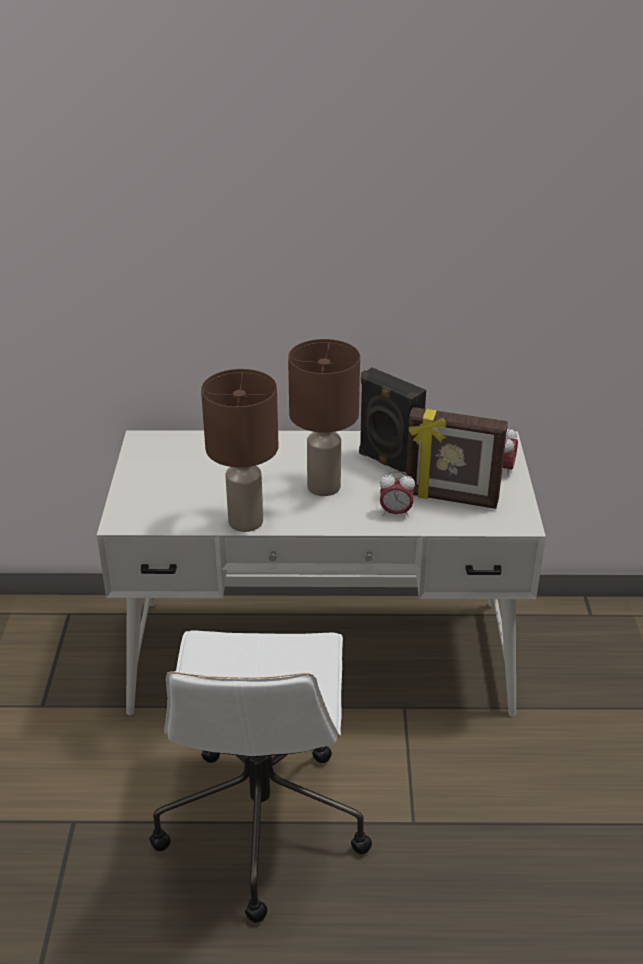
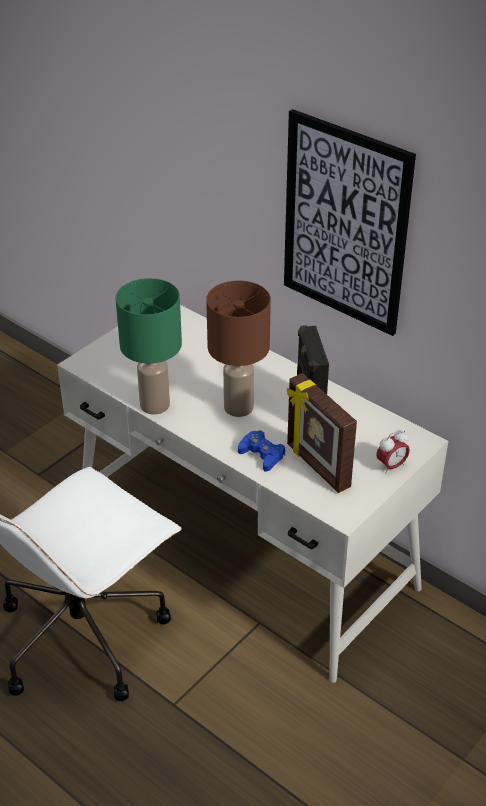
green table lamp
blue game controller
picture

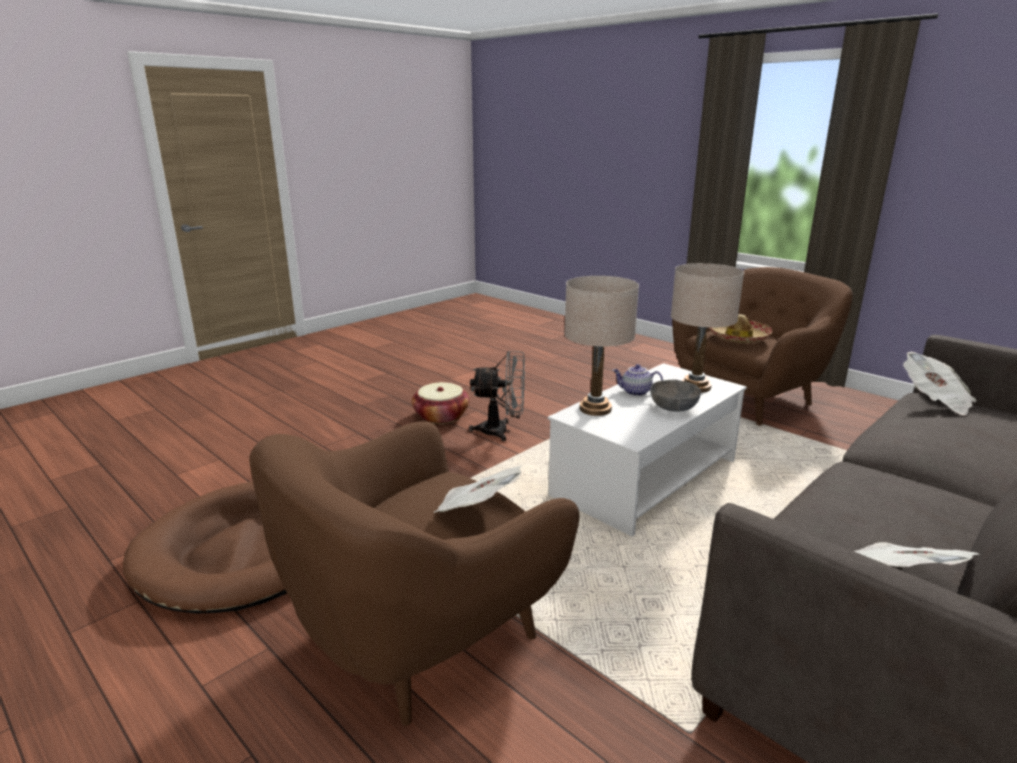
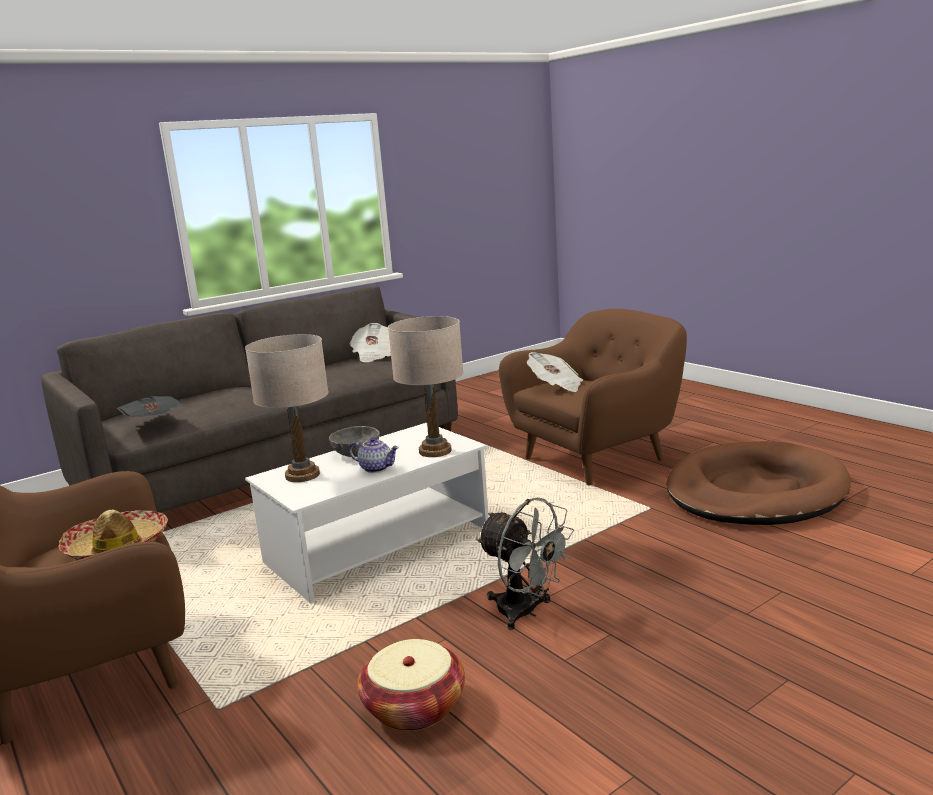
basket
grey fan

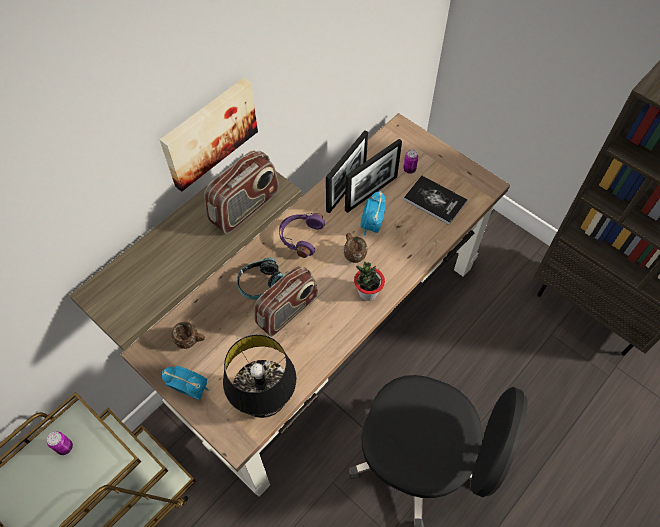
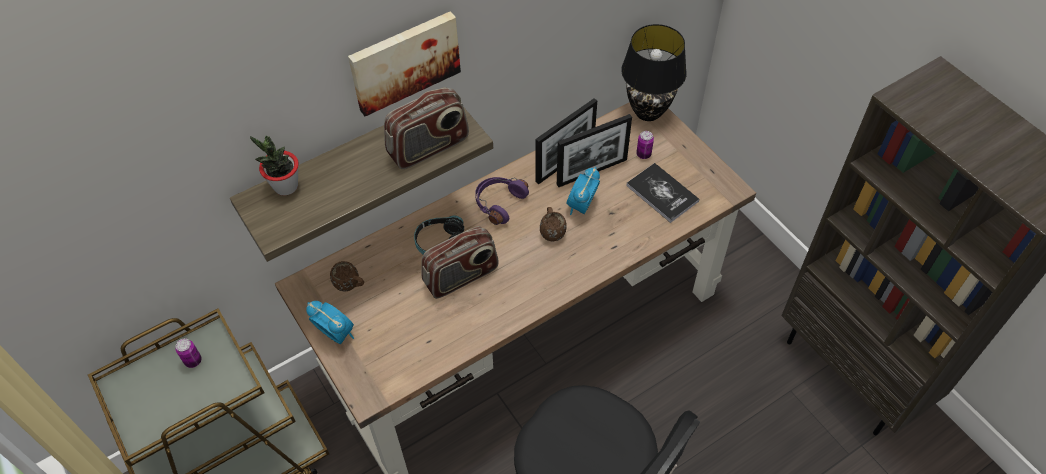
potted plant
black table lamp

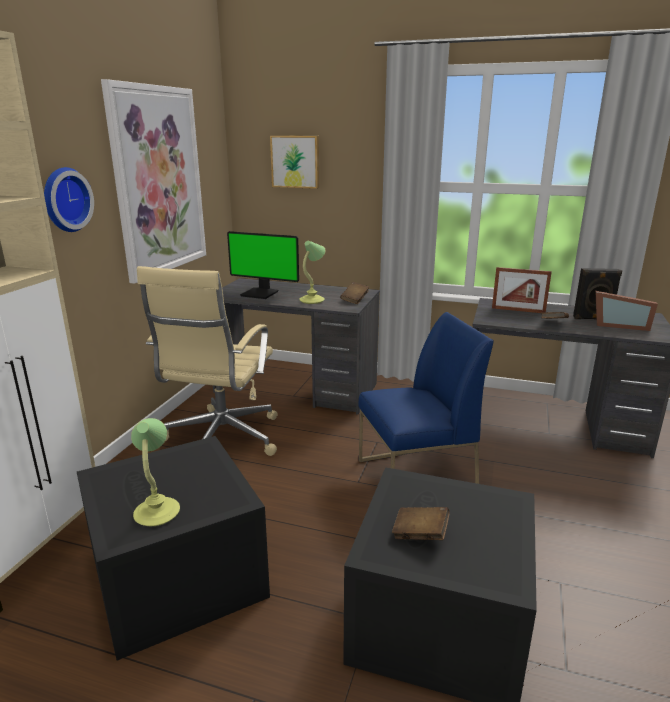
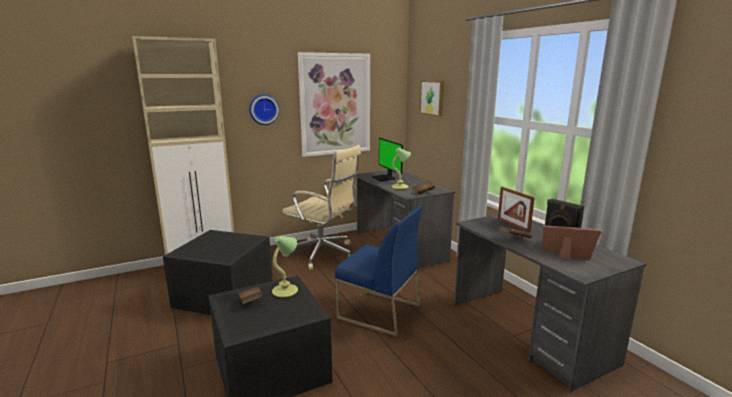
table lamp (no. 1 from left)
beige office chair
picture frame (no. 2 from left)

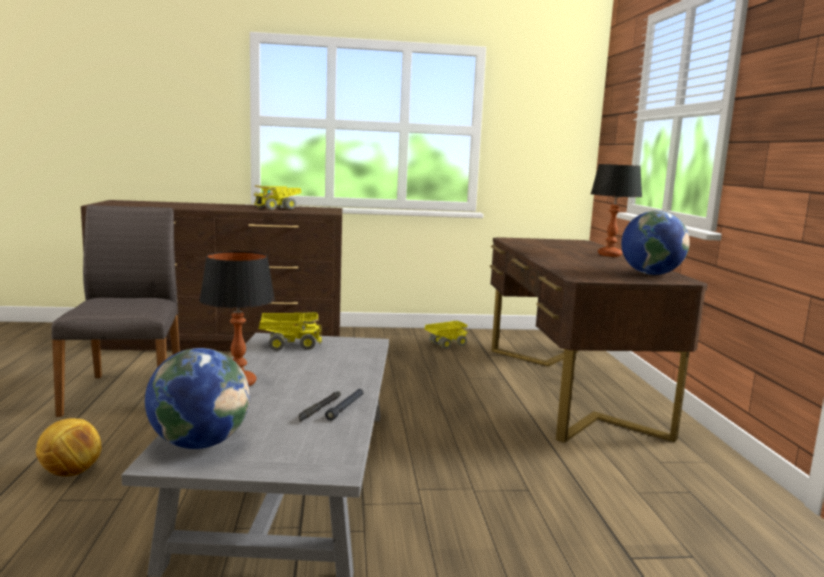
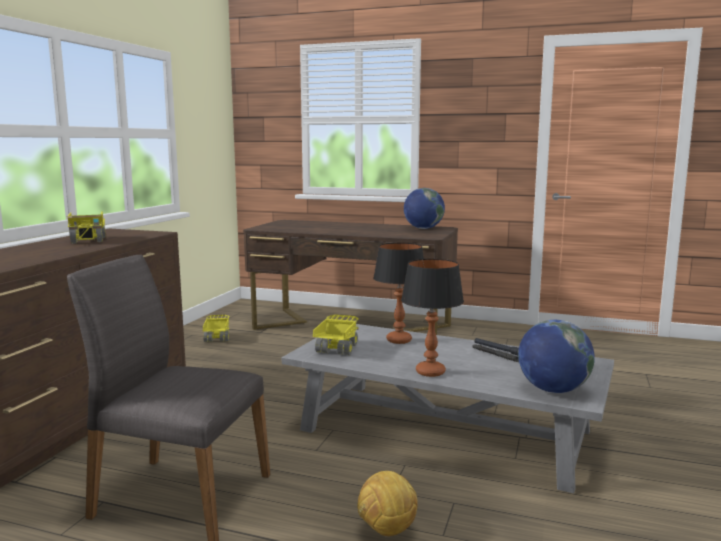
table lamp (no. 1 from left)

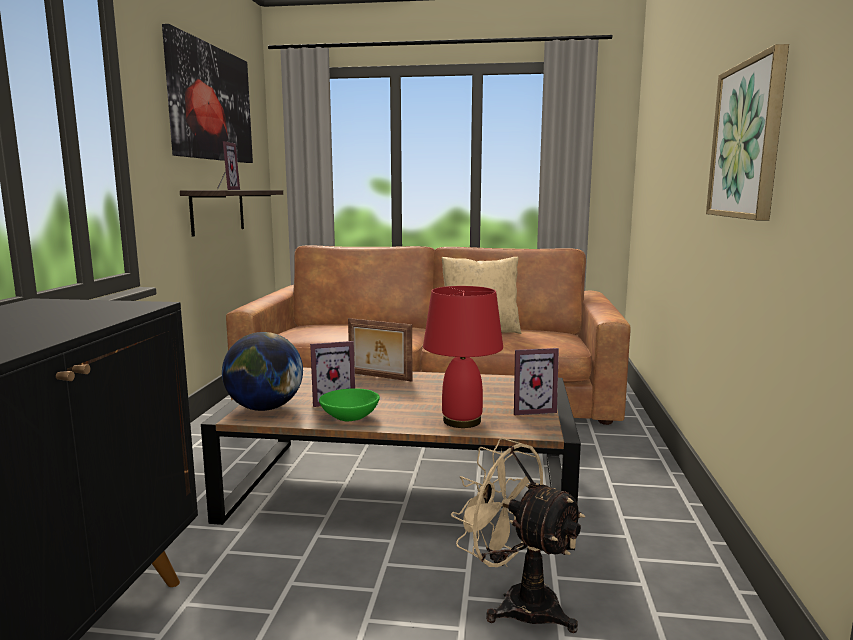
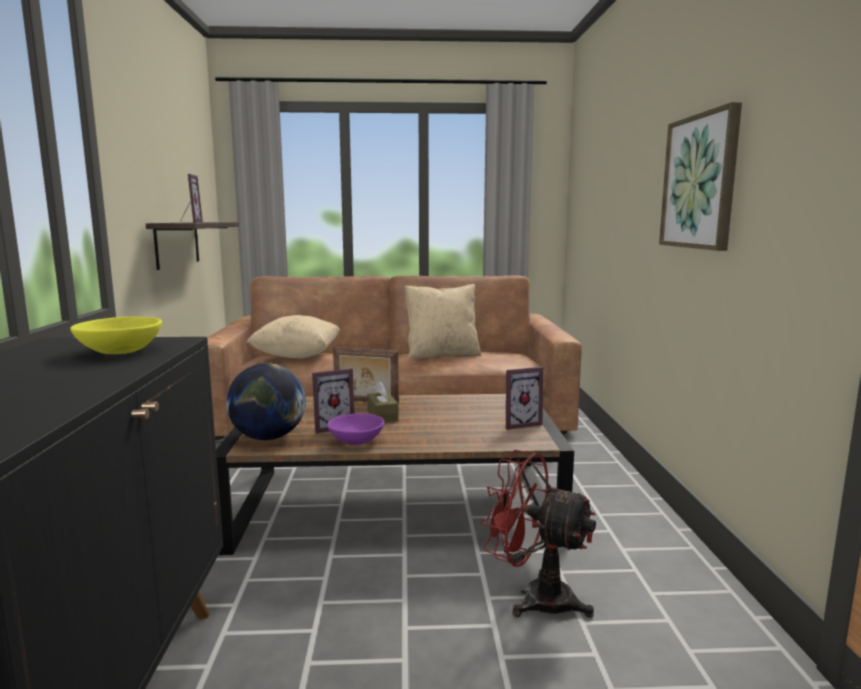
yellow bowl
beige pillow (no. 1 from left)
purple bowl
brown tissue box
red fan
picture (no. 1 from left in the first image)
red table lamp

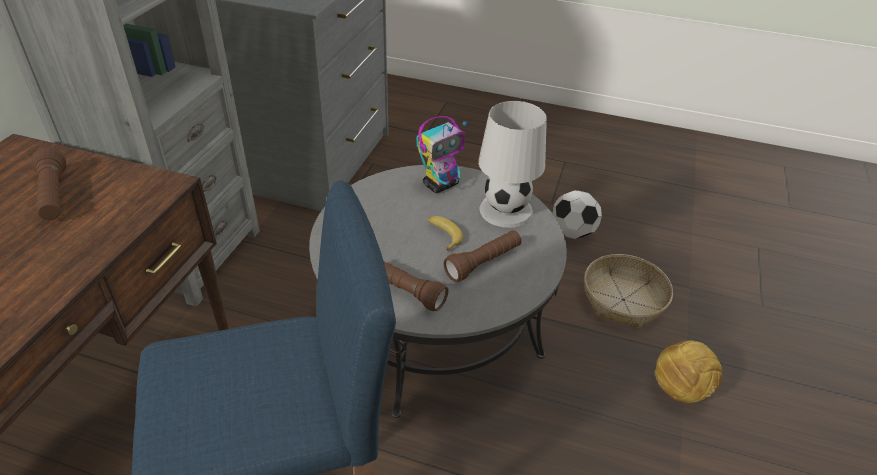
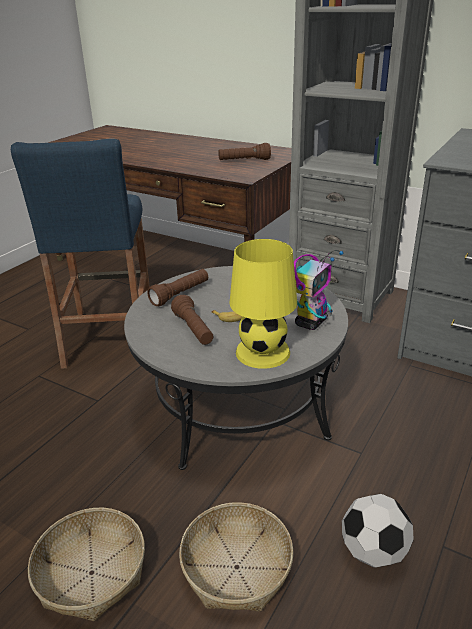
basket (no. 1 from left)
yellow table lamp
toy robot

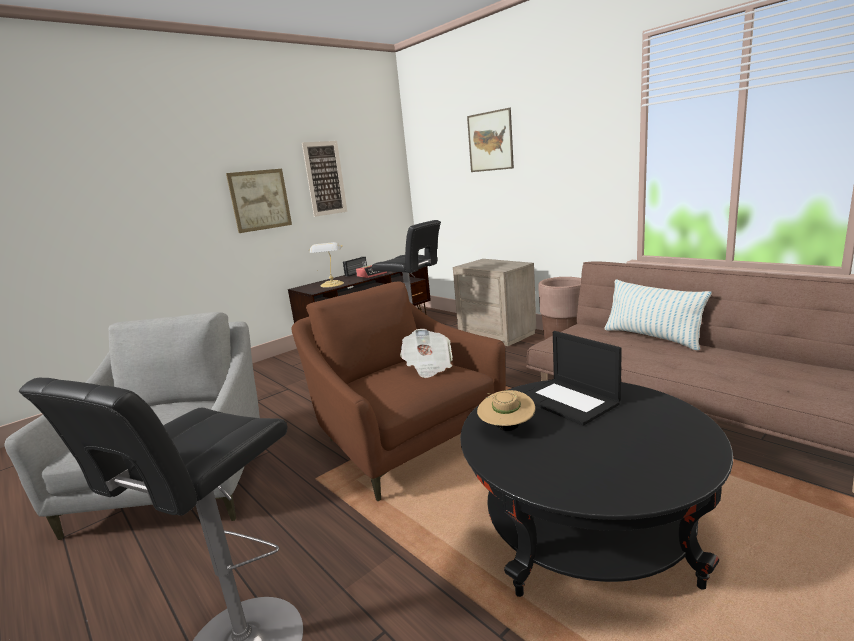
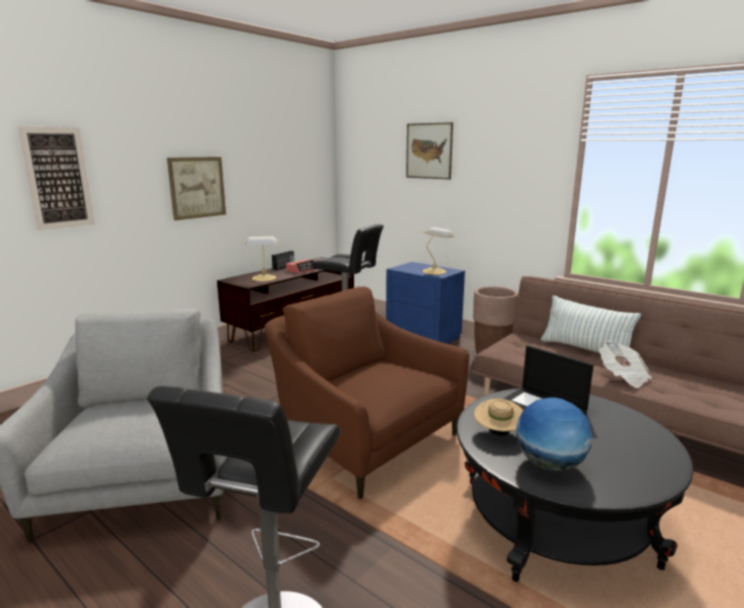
picture (no. 1 from left)
blue nightstand
table lamp (no. 2 from left)
globe
newspaper

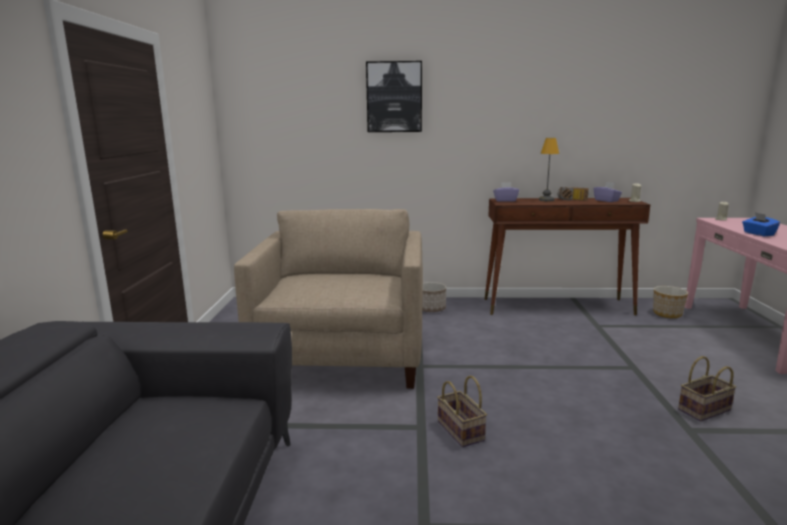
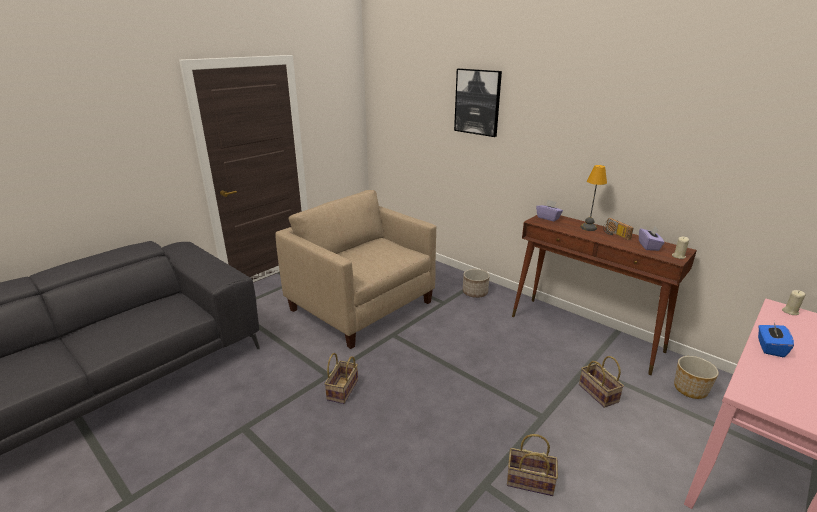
beige armchair
basket (no. 3 from left)

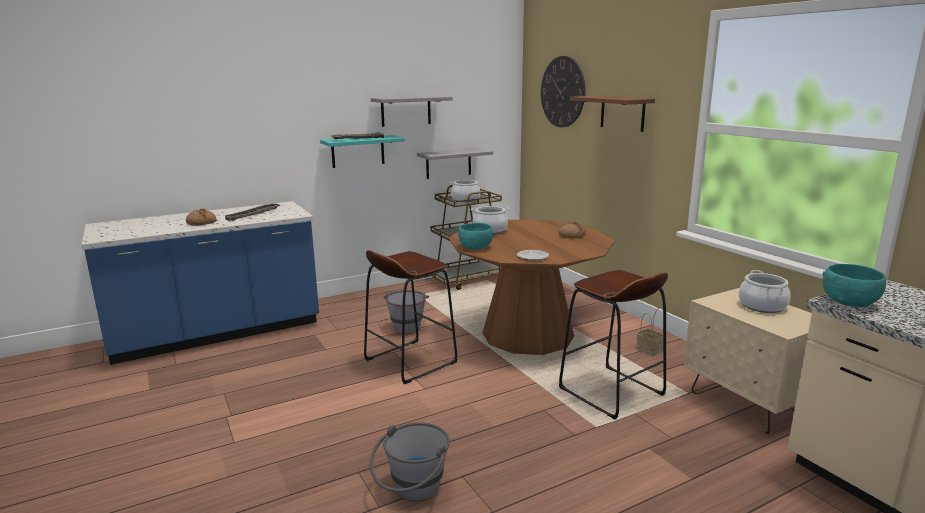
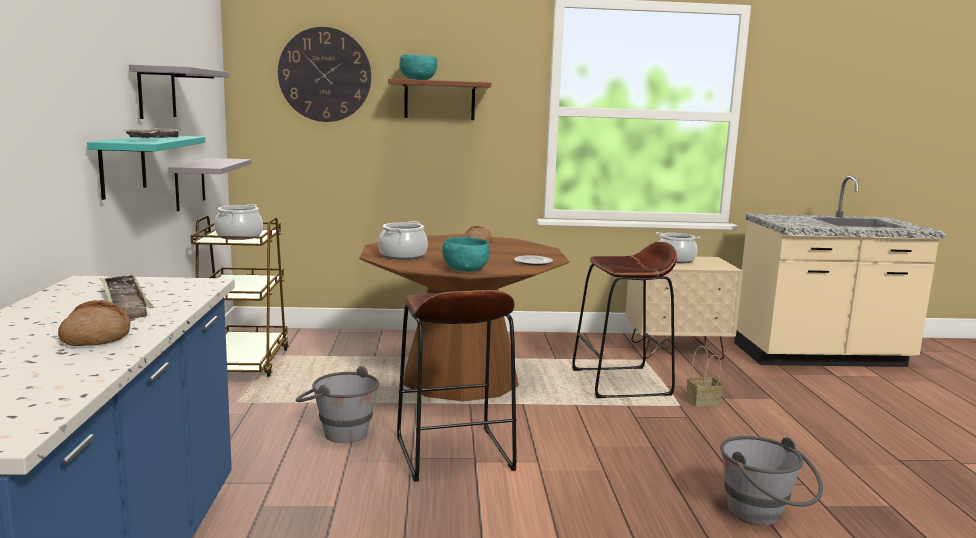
turquoise bowl (no. 1 from left)
basket

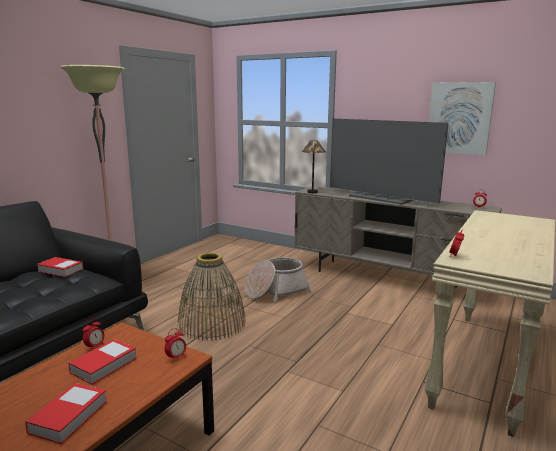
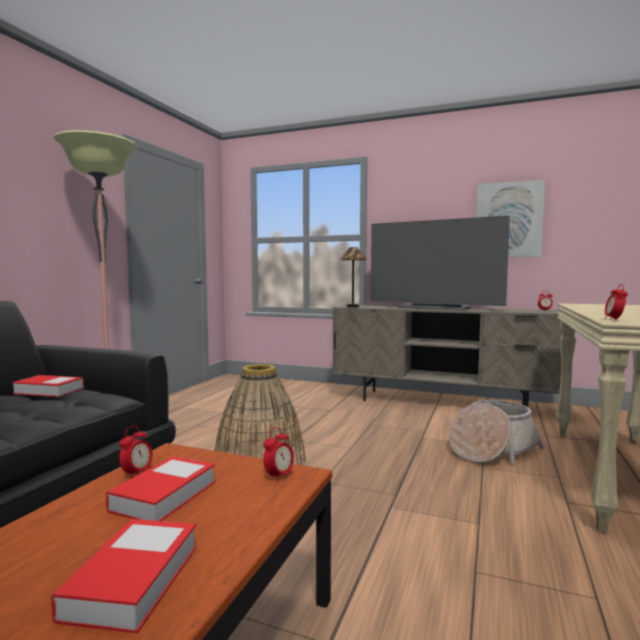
basket (no. 2 from left)

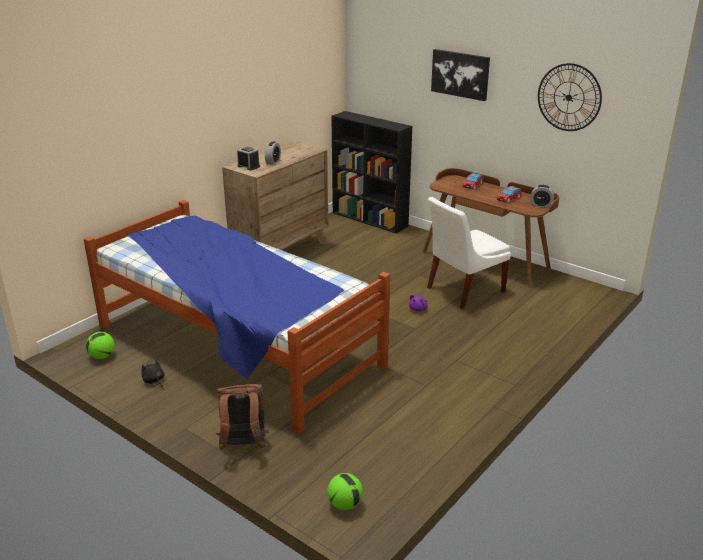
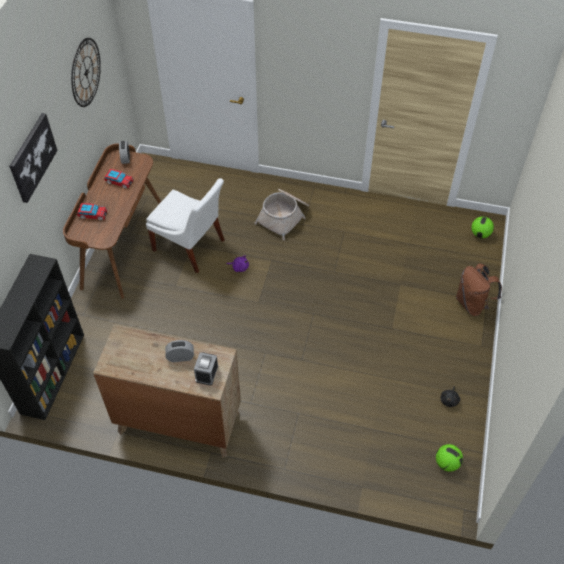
basket
bed

